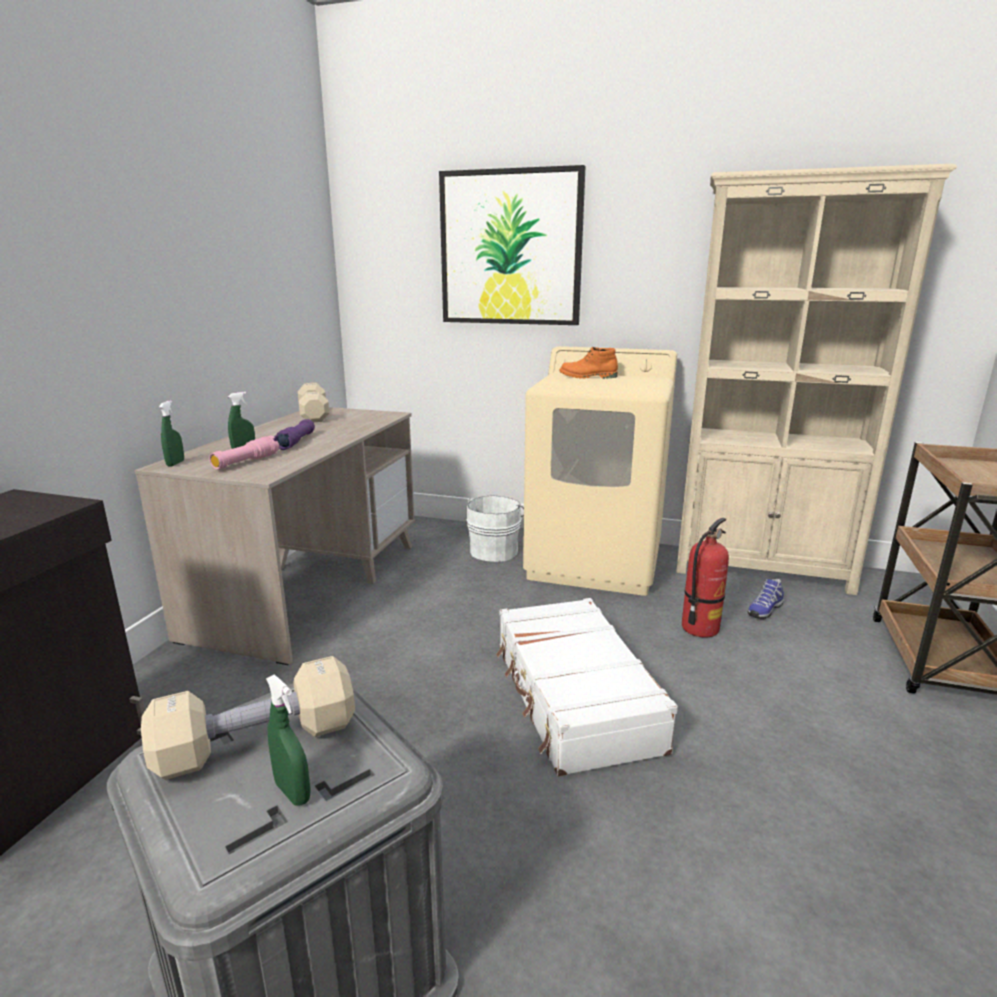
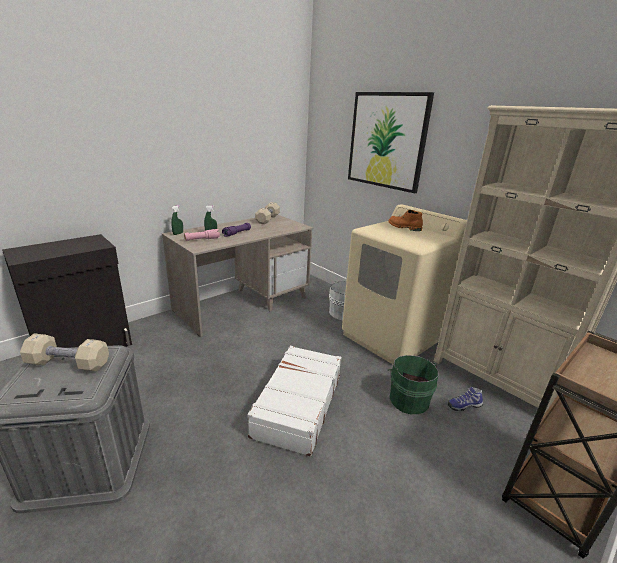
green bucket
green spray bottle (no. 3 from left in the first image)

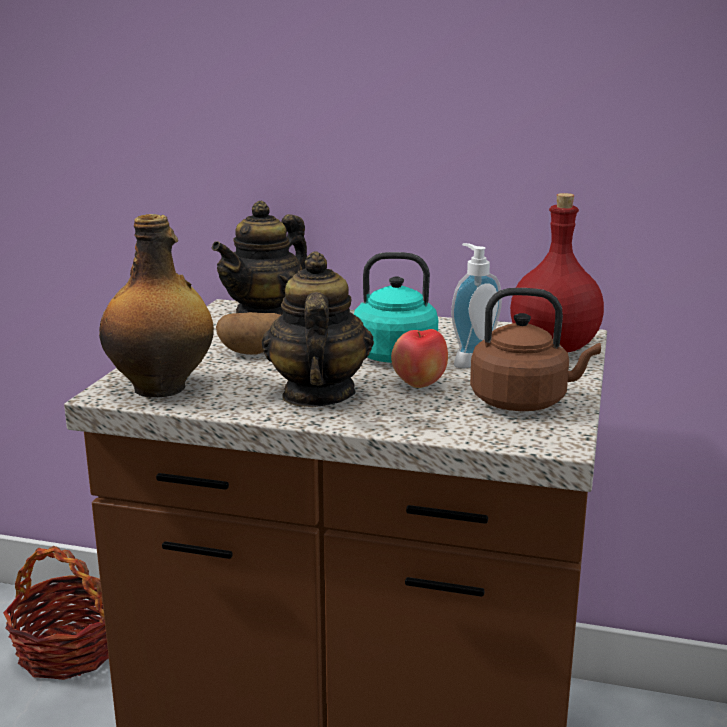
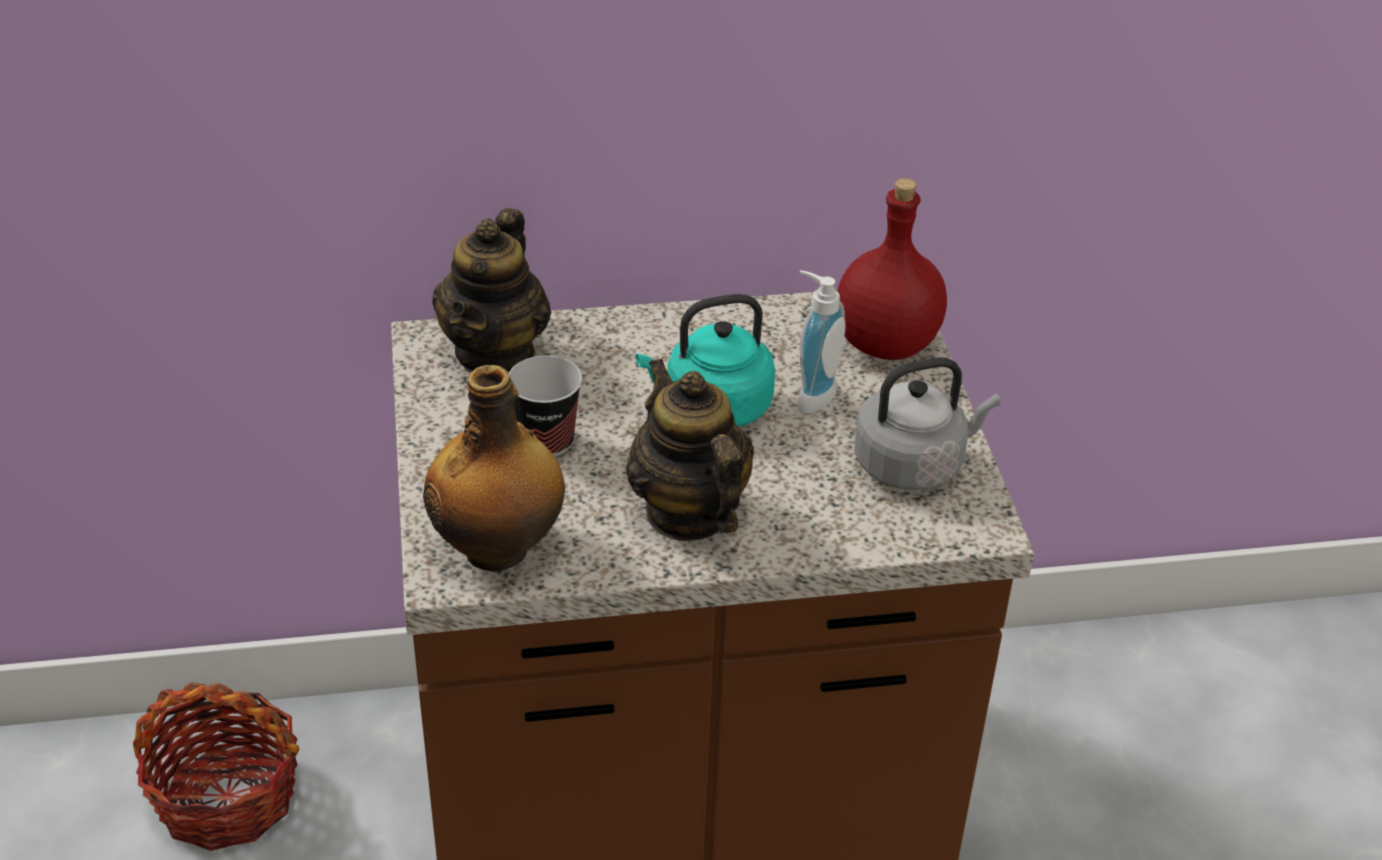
cup
grey kettle
apple

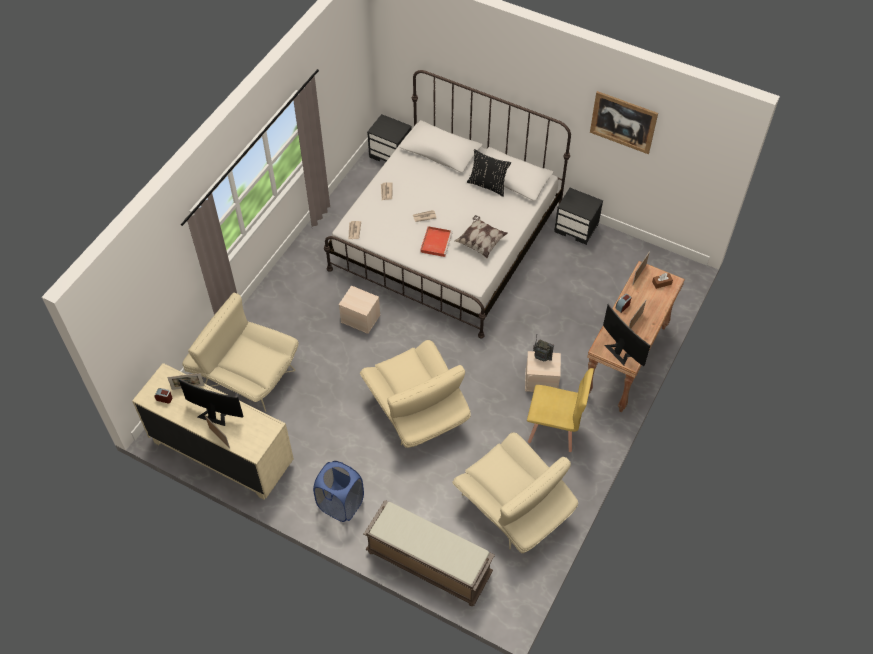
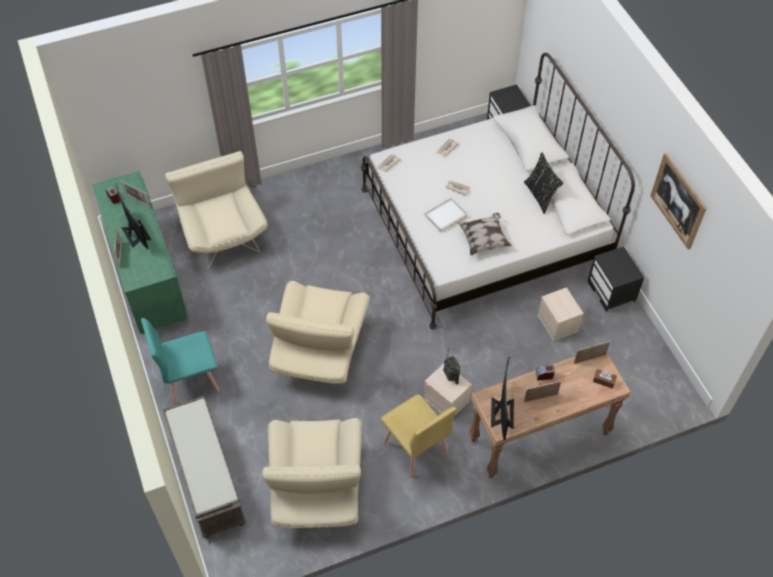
green dresser
turquoise chair
white tray
beige storage box (no. 2 from left)

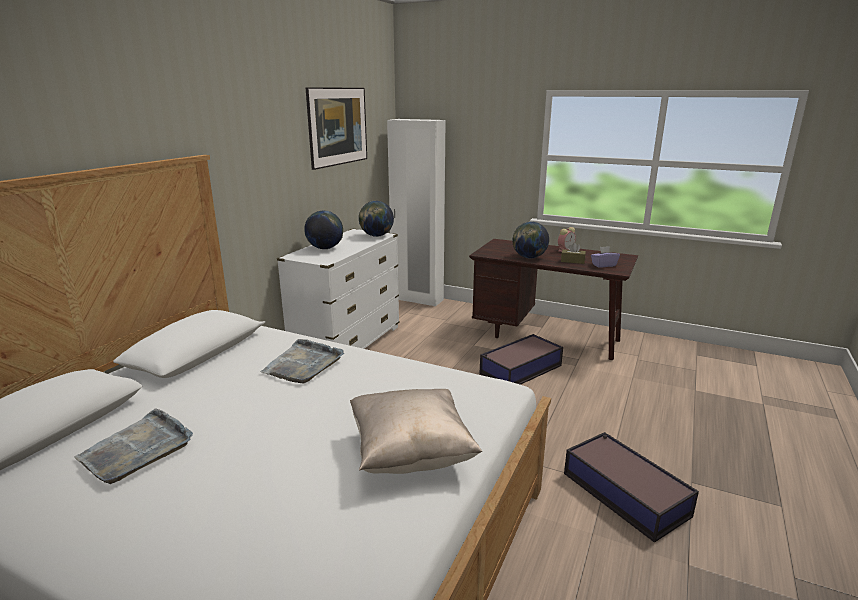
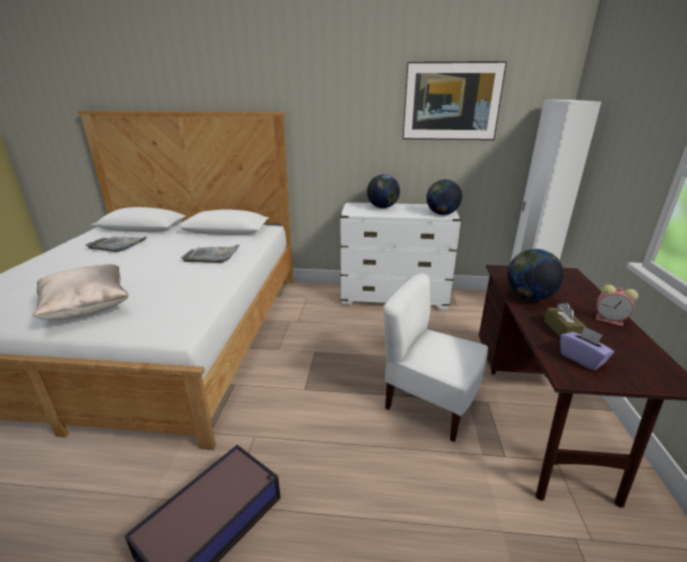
white chair

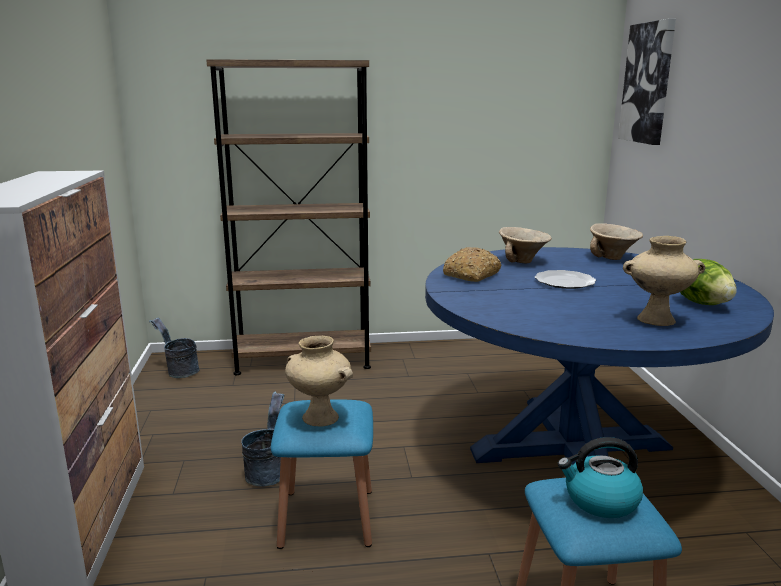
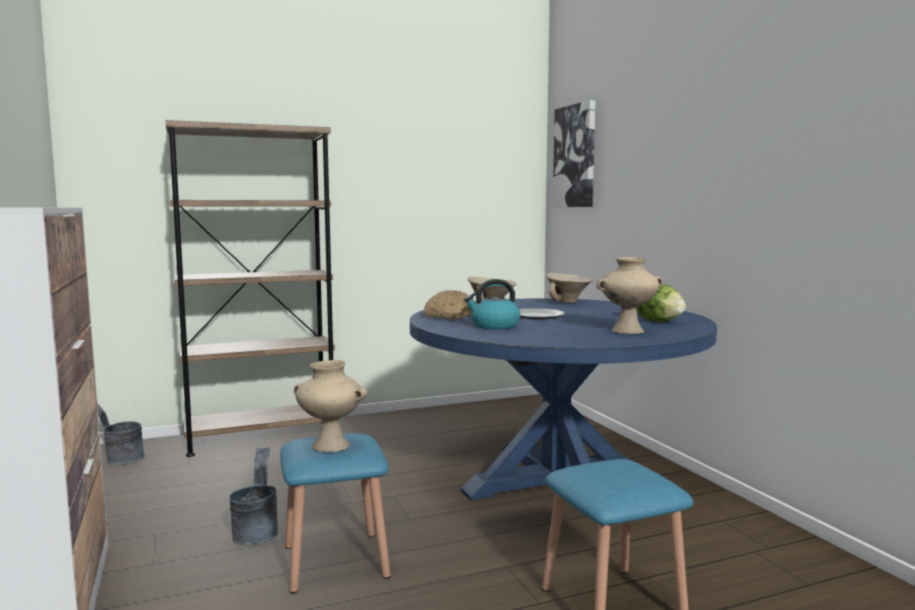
kettle

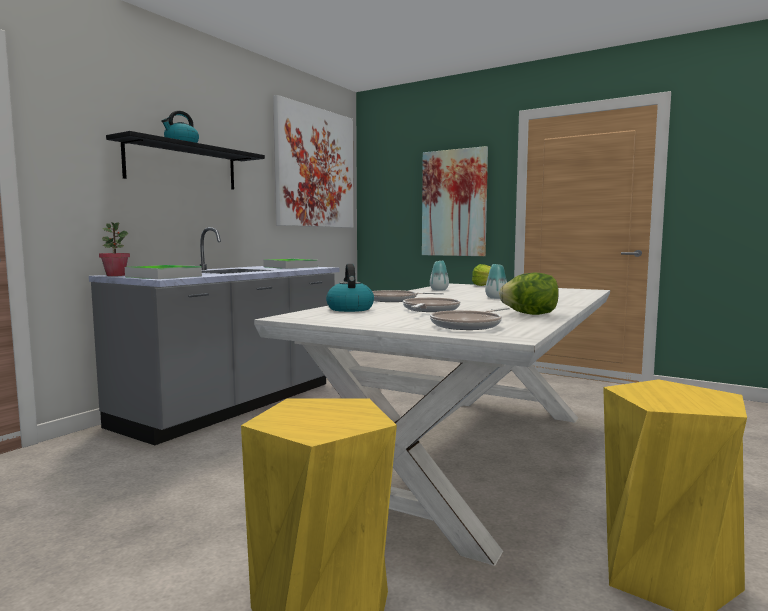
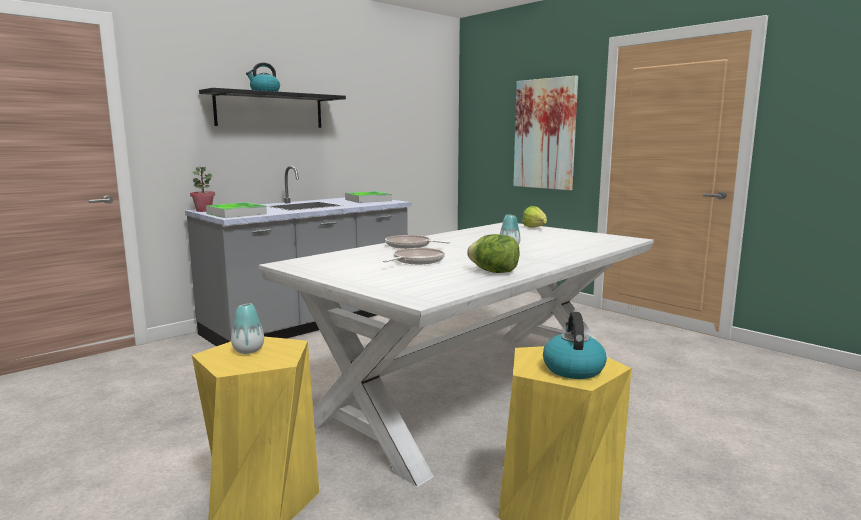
vase (no. 1 from left)
kettle (no. 2 from left)
picture (no. 1 from left in the first image)
frying pan (no. 3 from left in the first image)

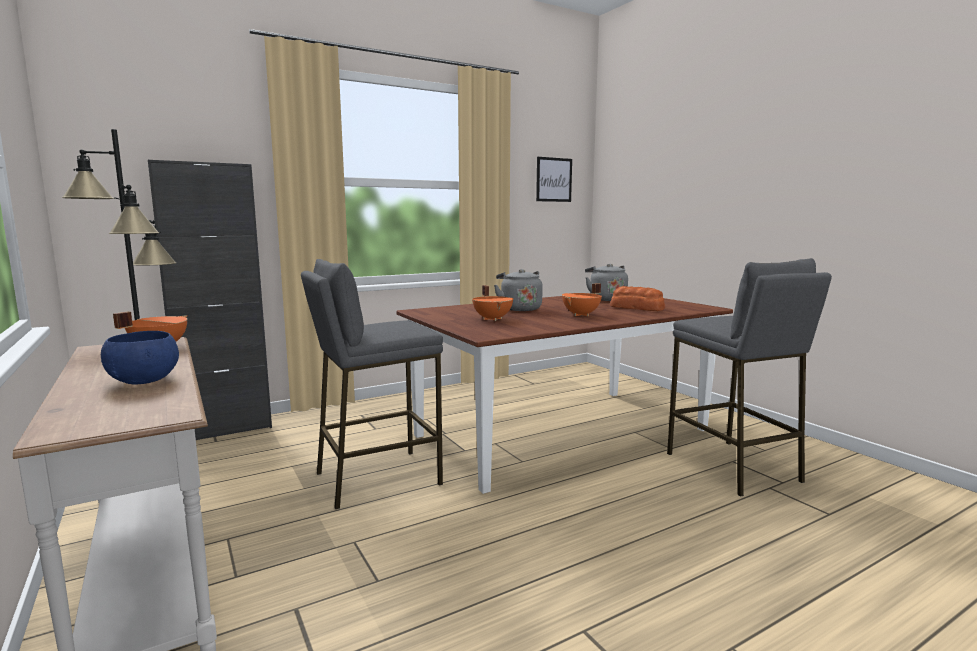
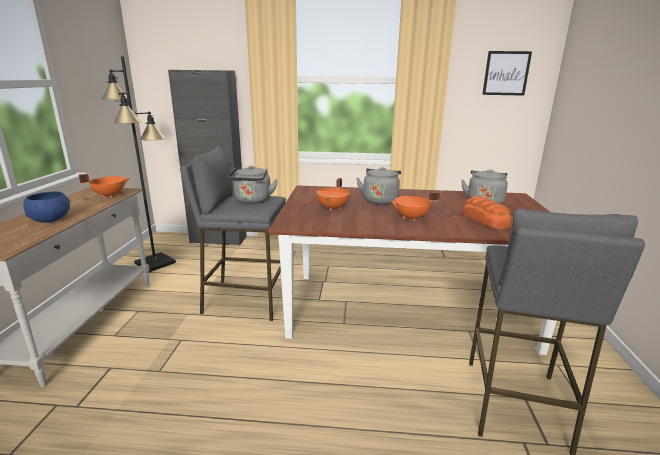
grey kettle (no. 1 from left)

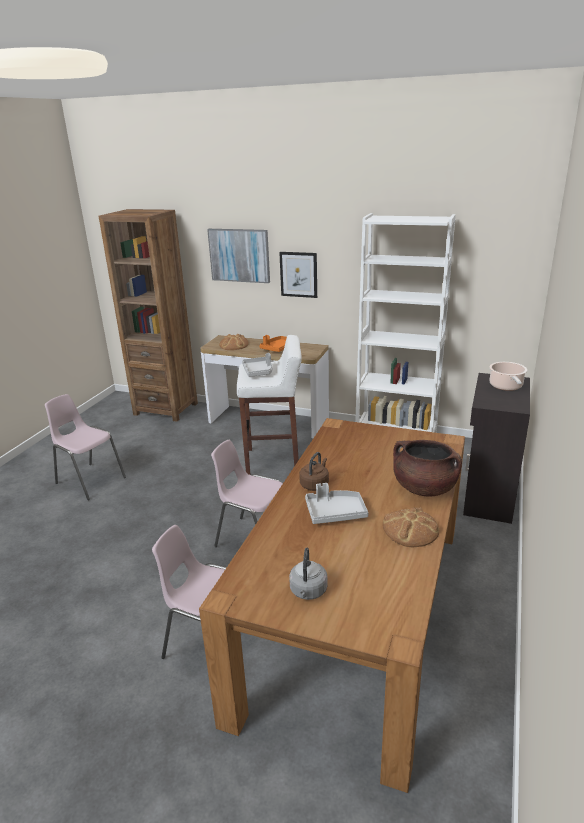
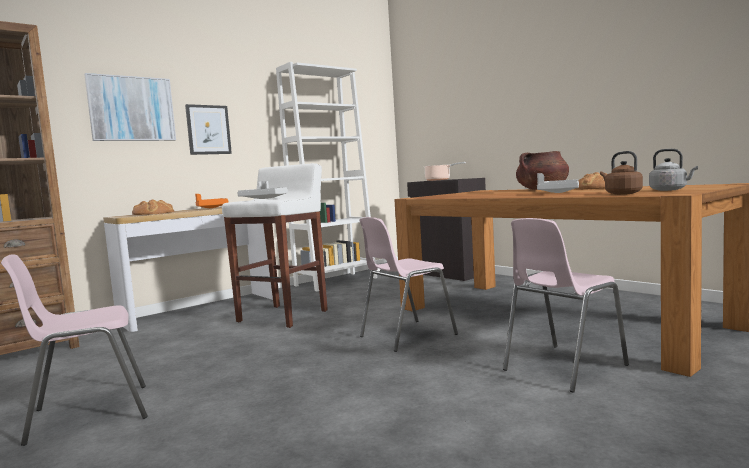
brown kettle

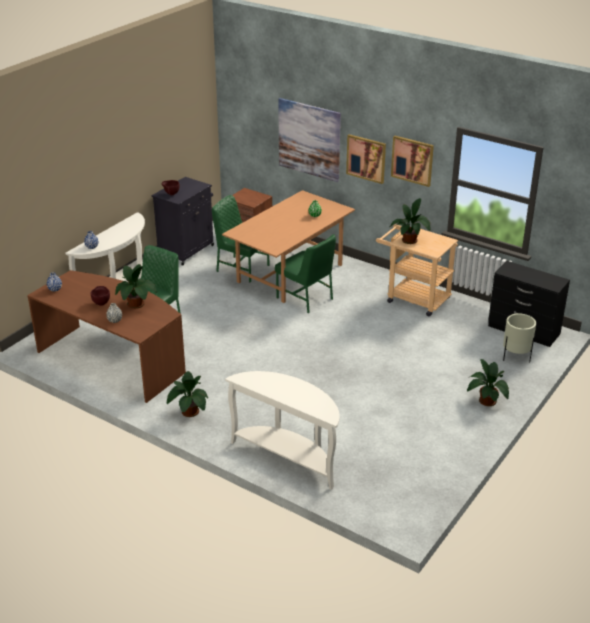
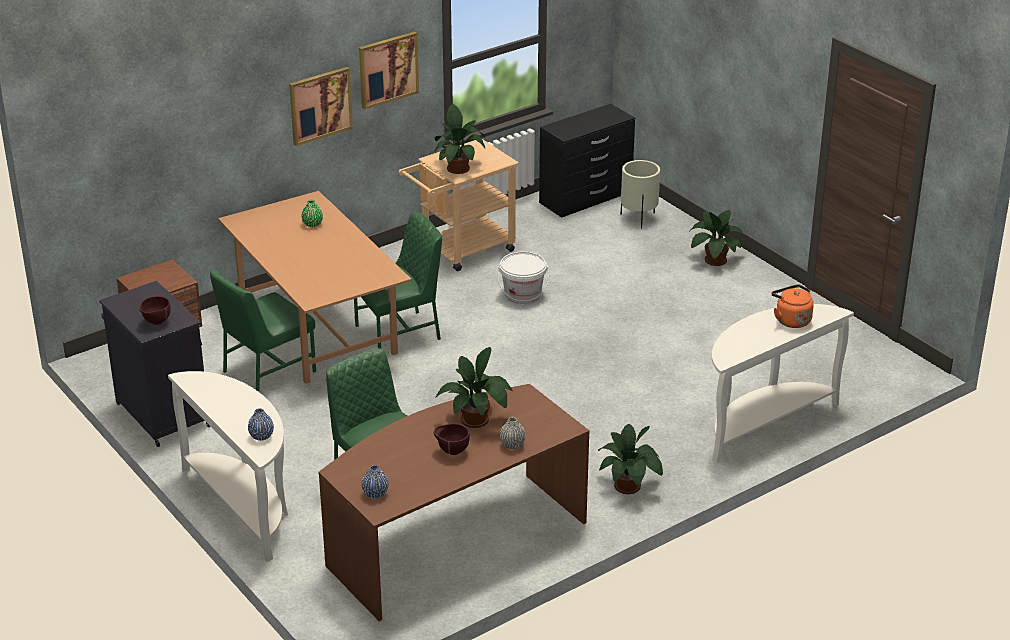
white bucket
orange kettle
picture (no. 1 from left in the first image)

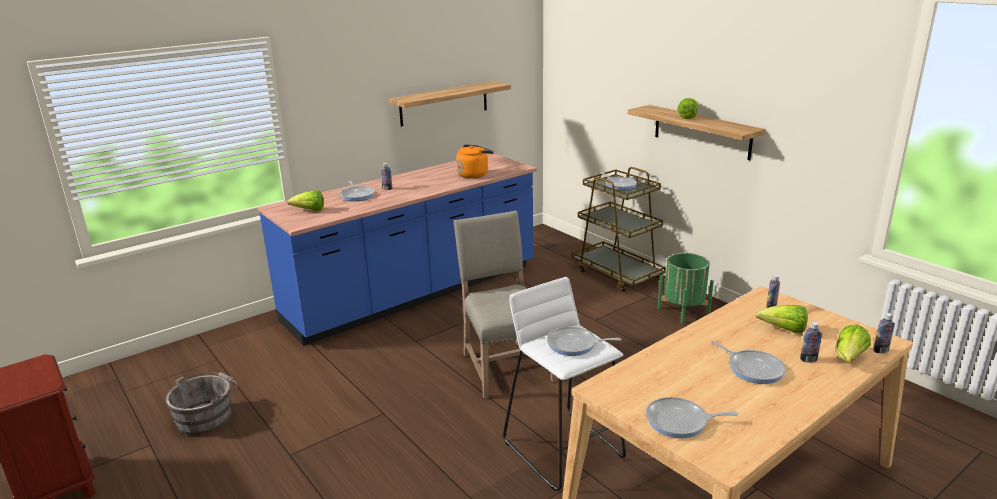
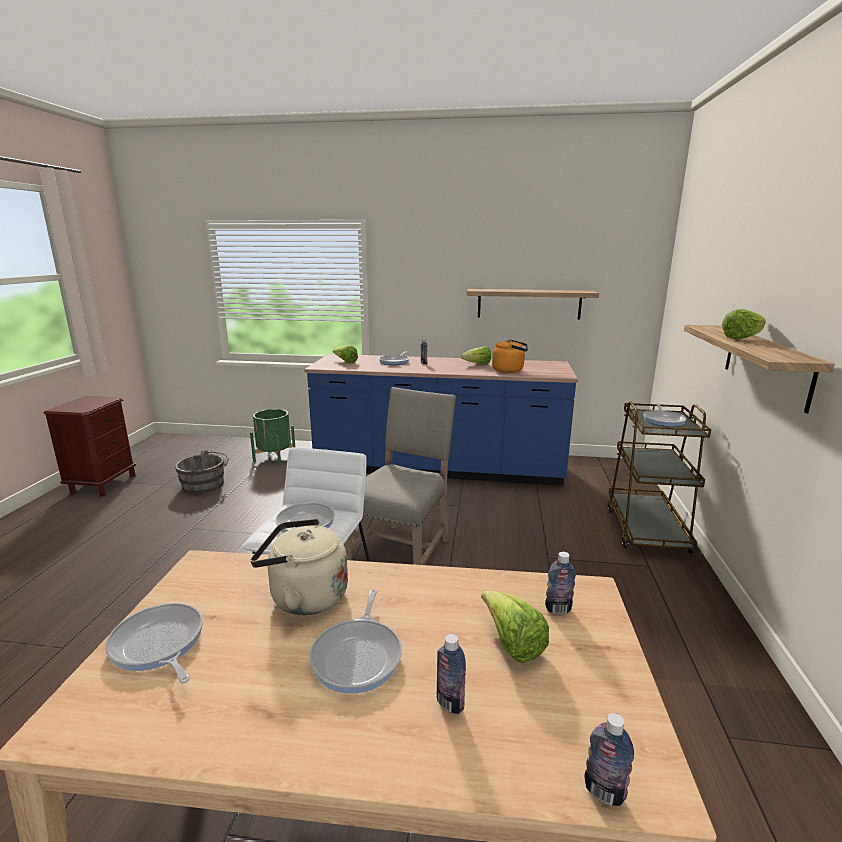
green planter
beige kettle
lettuce (no. 2 from left)

